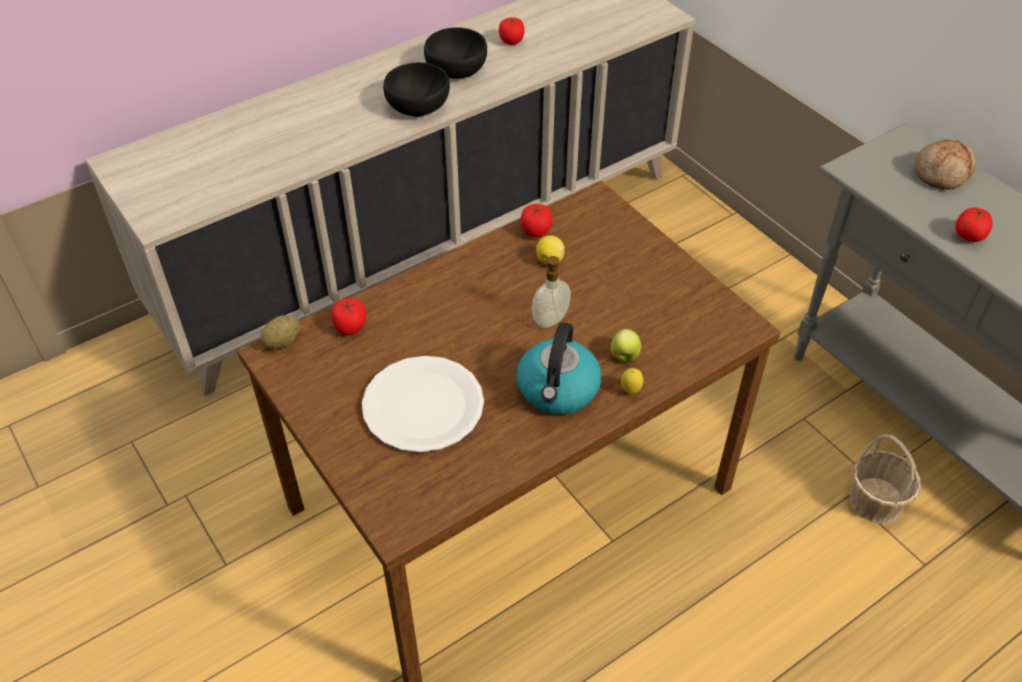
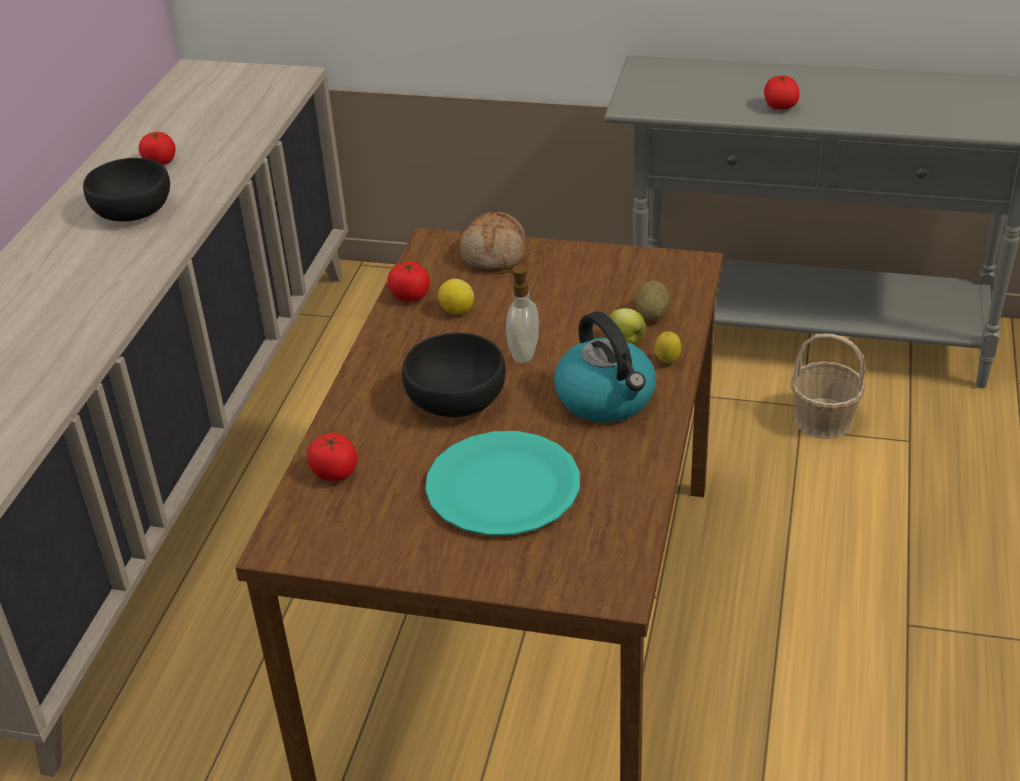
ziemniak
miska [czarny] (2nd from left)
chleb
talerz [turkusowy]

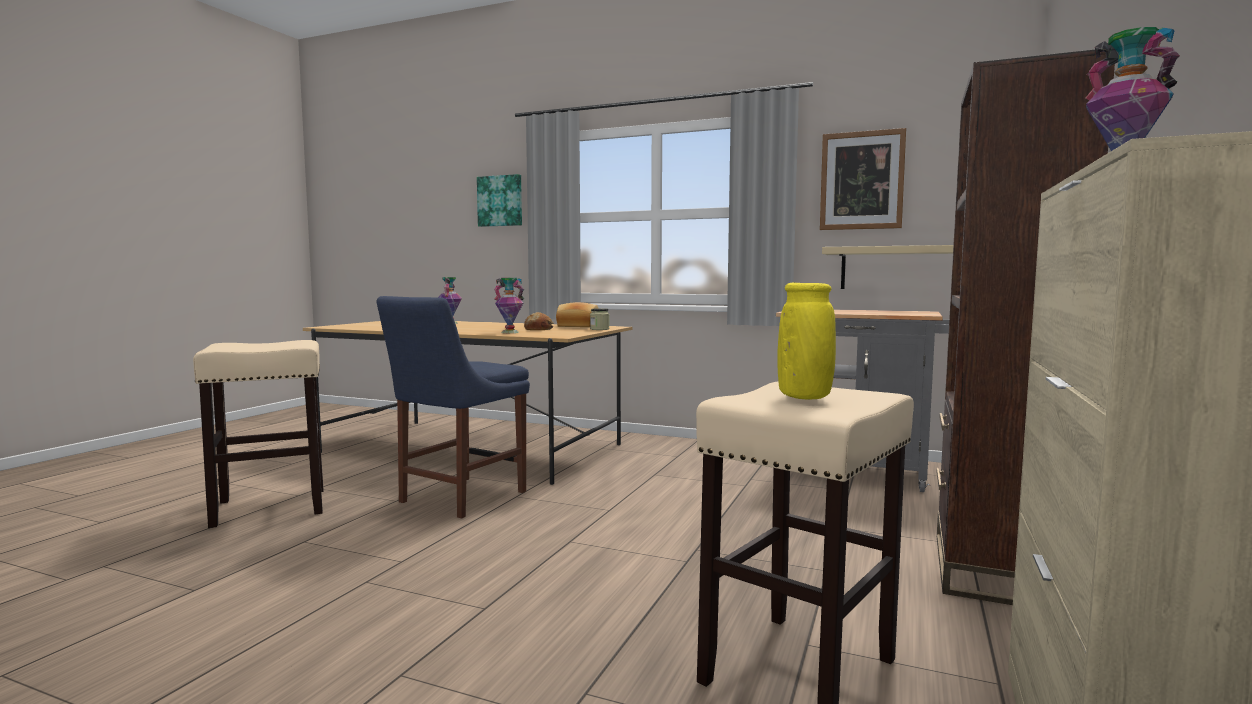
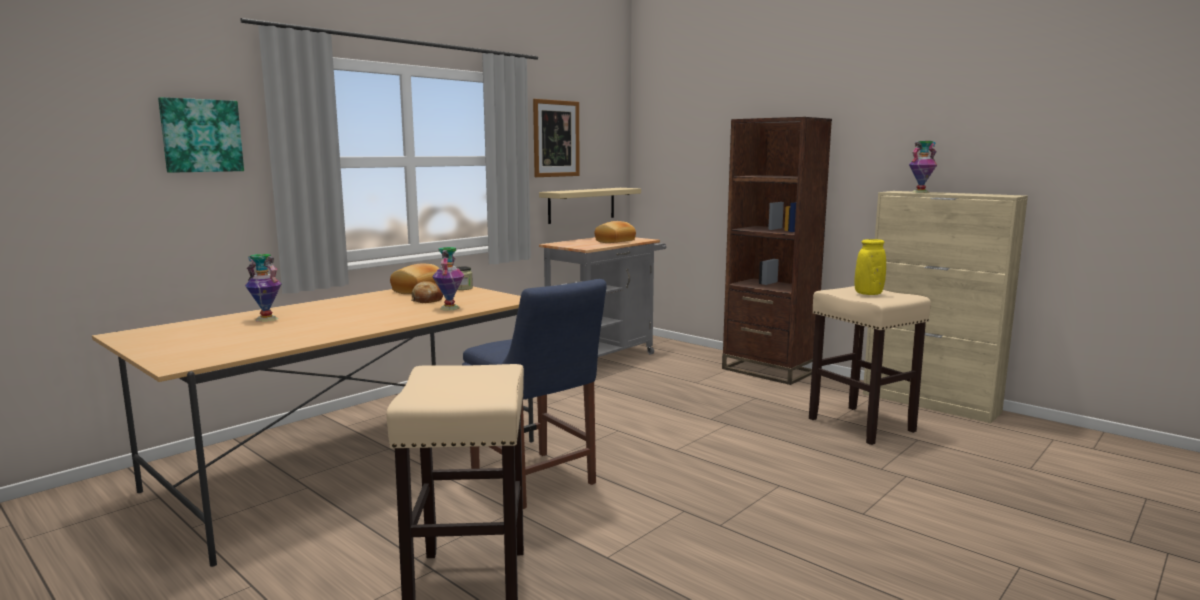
chleb (3rd from left)

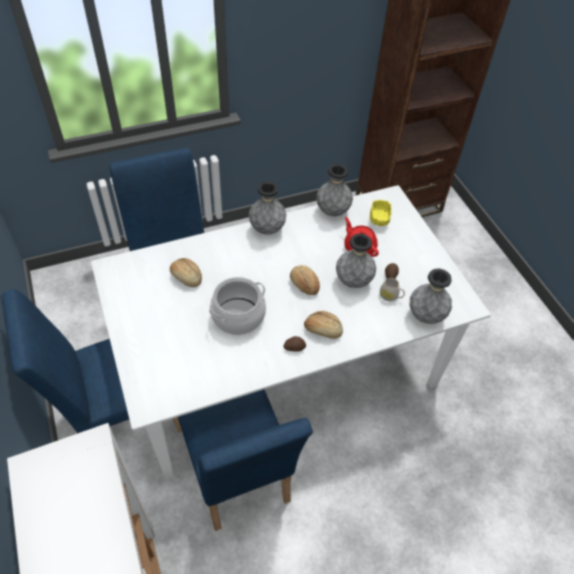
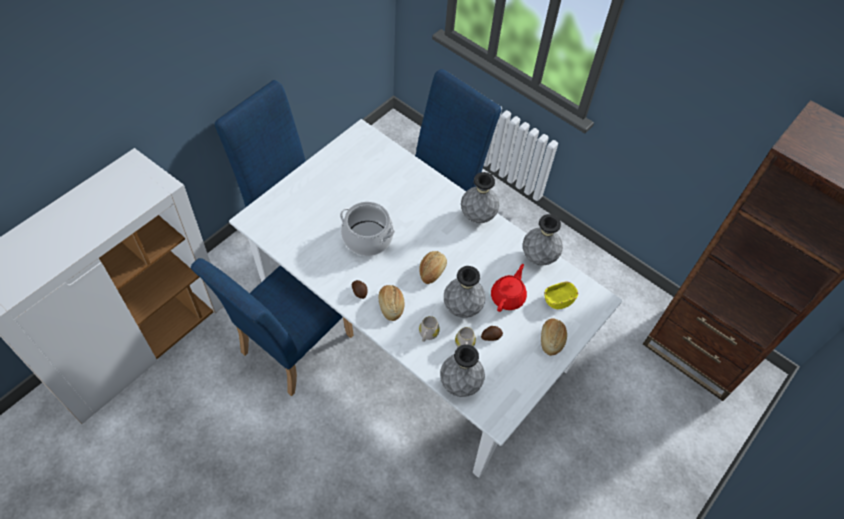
kubek [biały] (1st from left)
chleb (3rd from left)

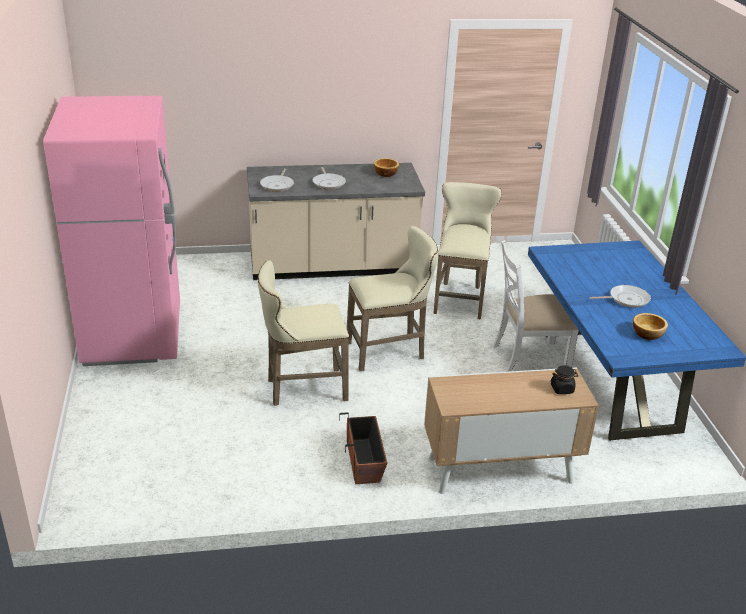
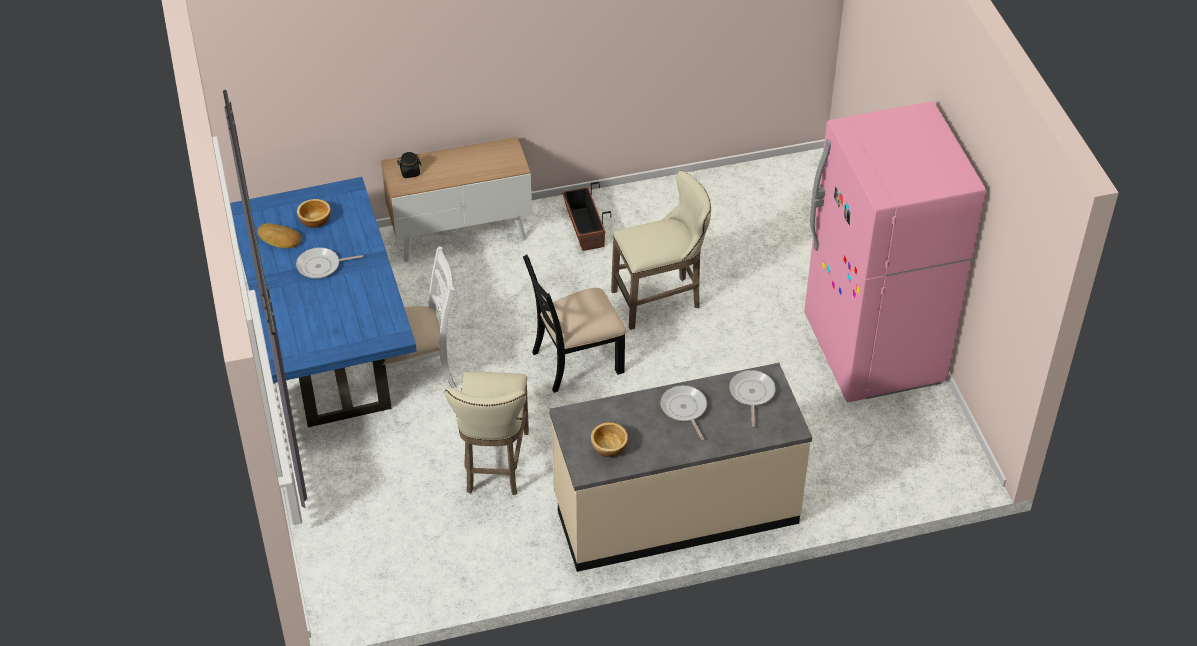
chleb
krzesło [czarny]

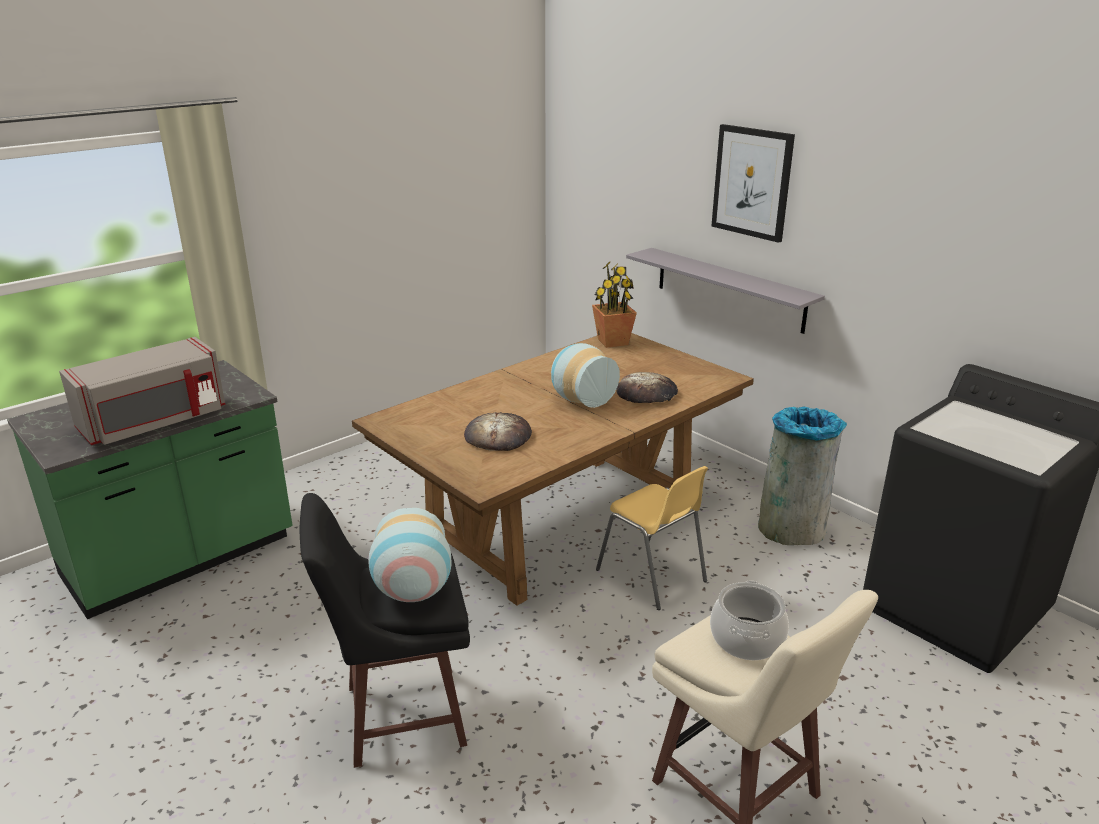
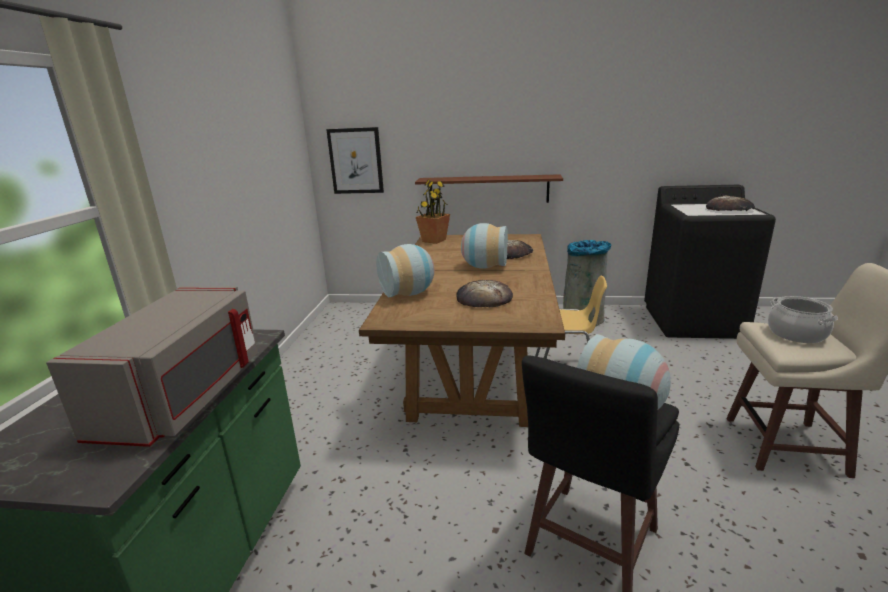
wazon (1st from left)
chleb (3rd from left)
obraz
półka [brązowy]

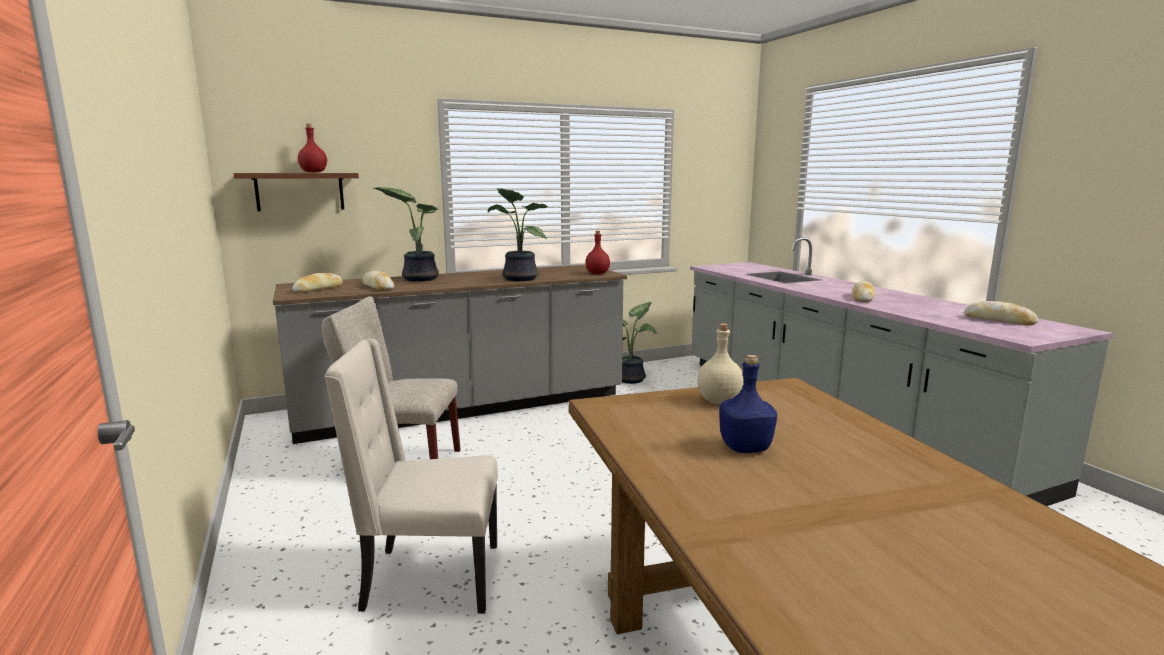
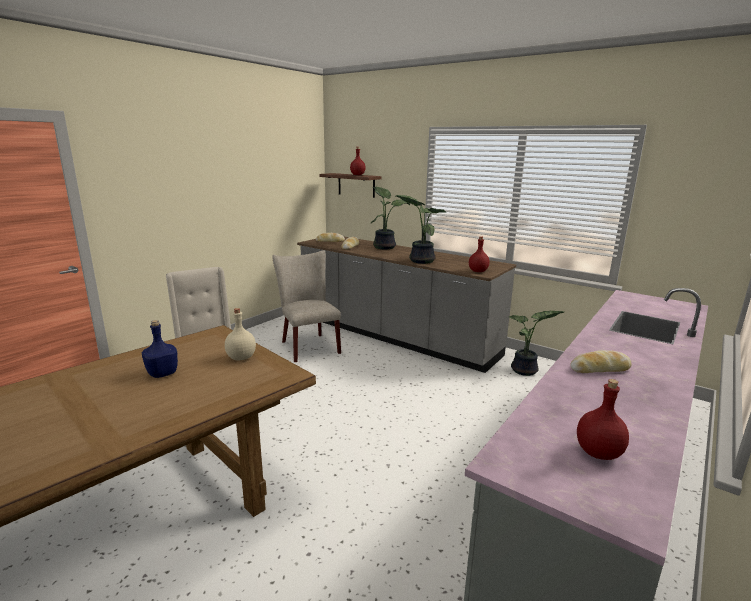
butelka [czerwony] (3rd from left)

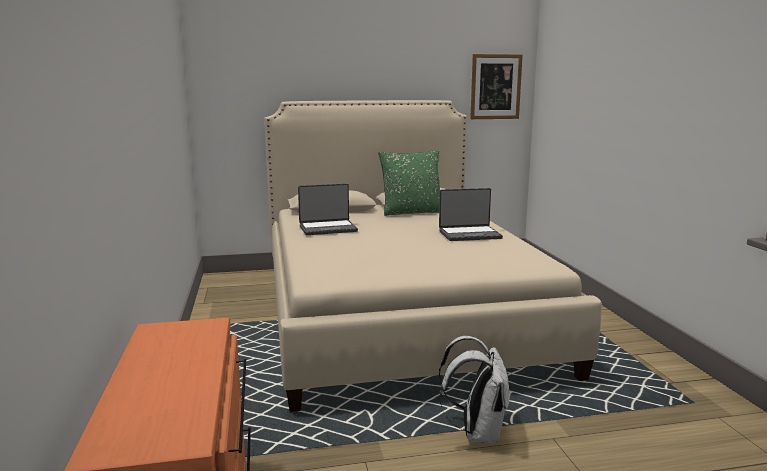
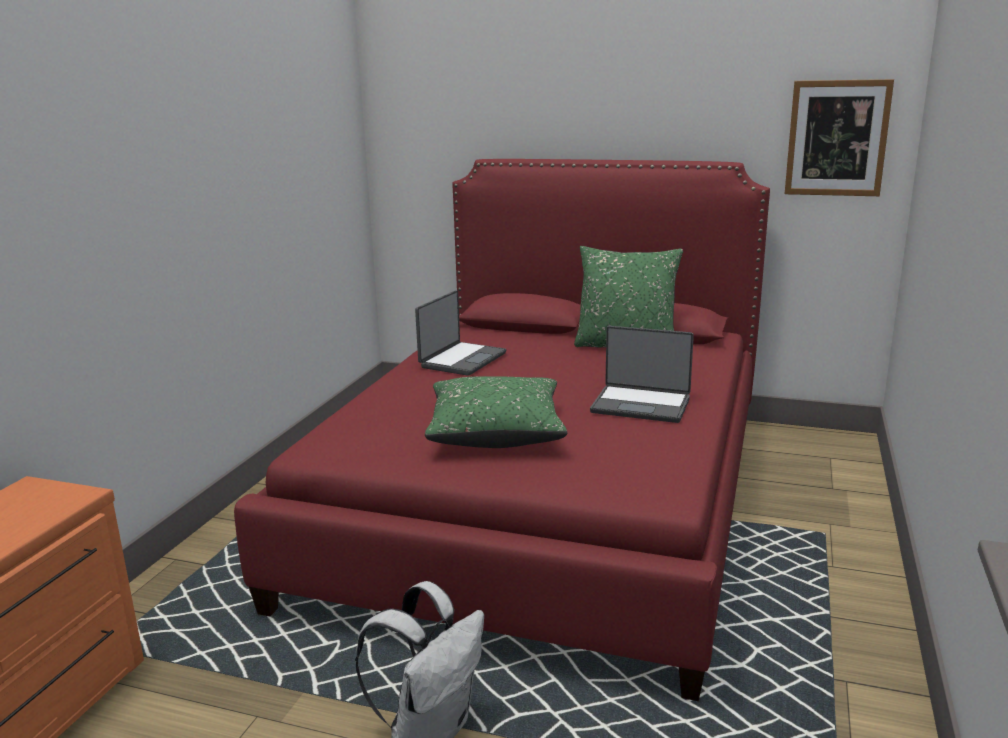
poduszka [zielony] (1st from left)
łóżko [czerwony]
laptop (1st from left)

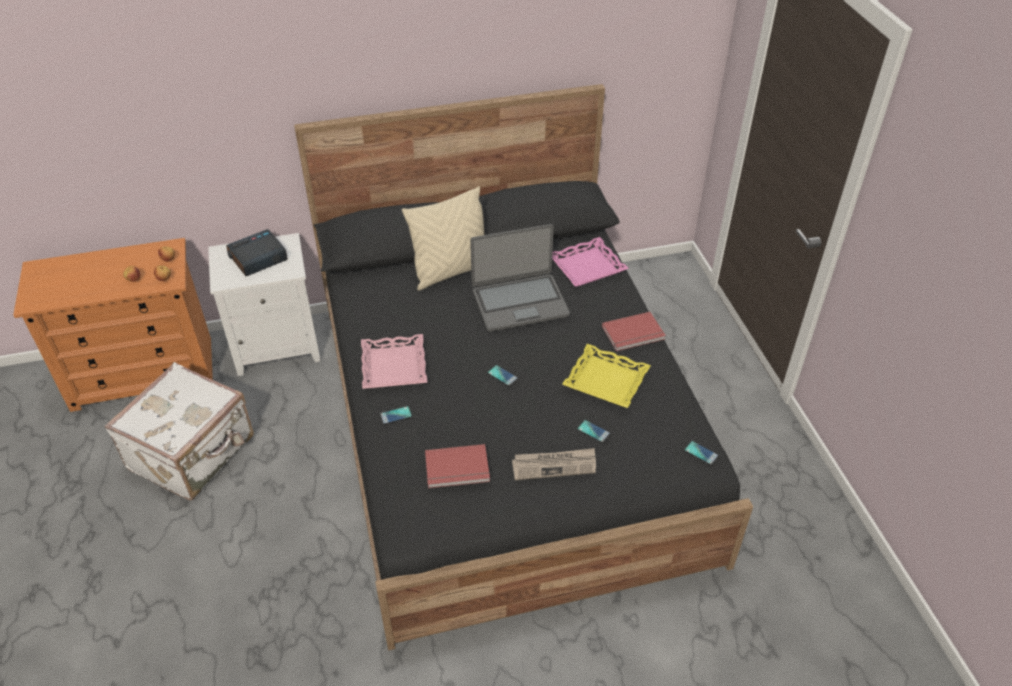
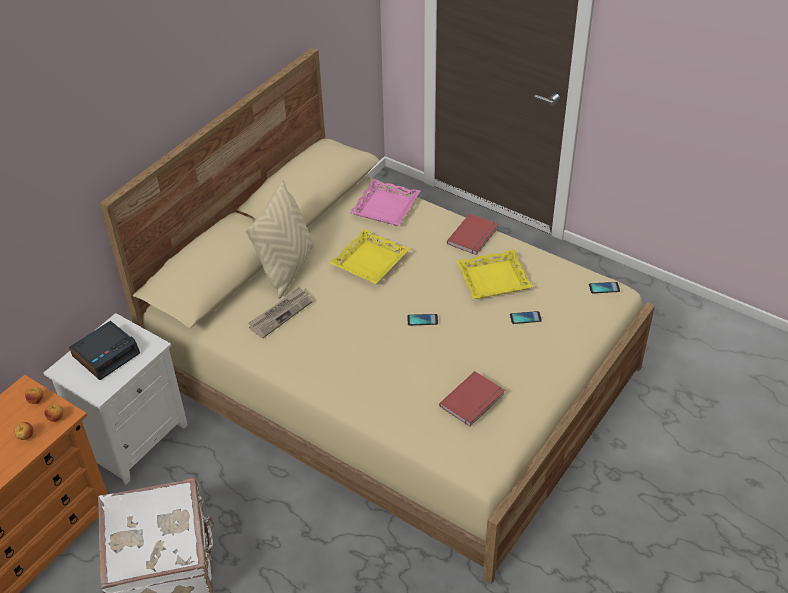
taca [różowy] (1st from left in the first image)
telefon (1st from left in the first image)
gazeta
taca [żółty] (1st from left)
łóżko [beżowy]
budzik

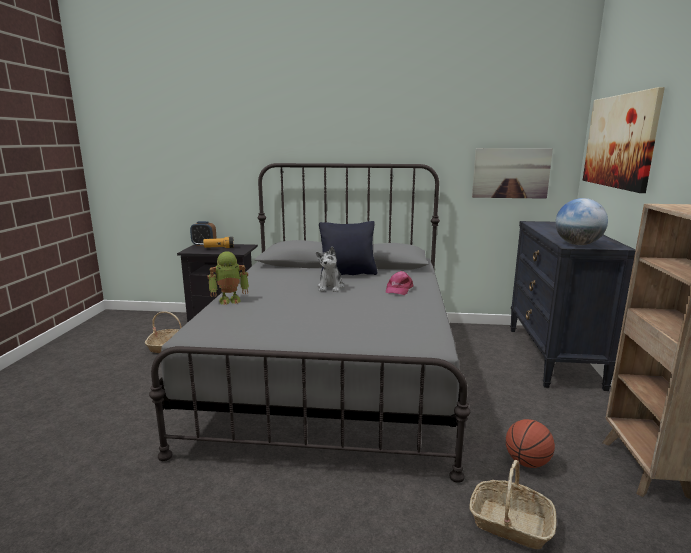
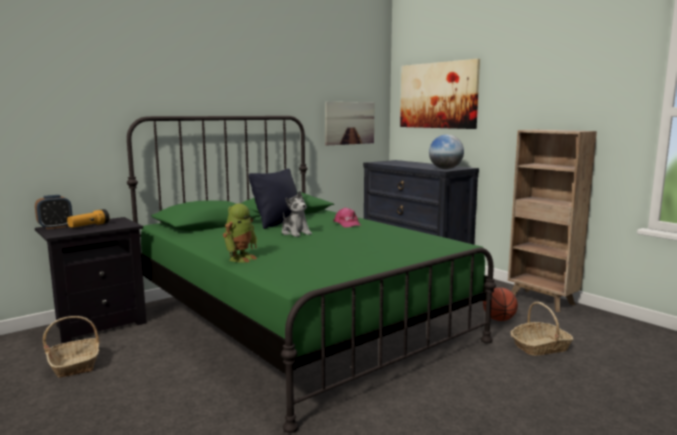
łóżko [zielony]

